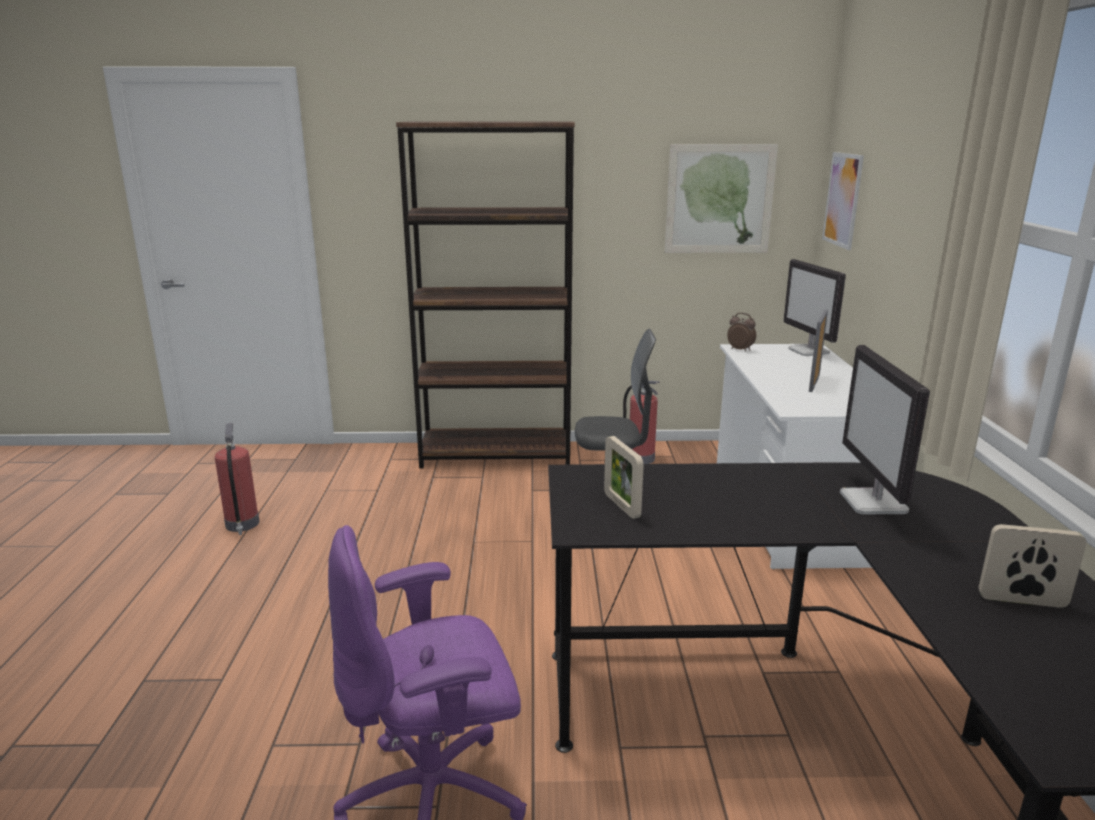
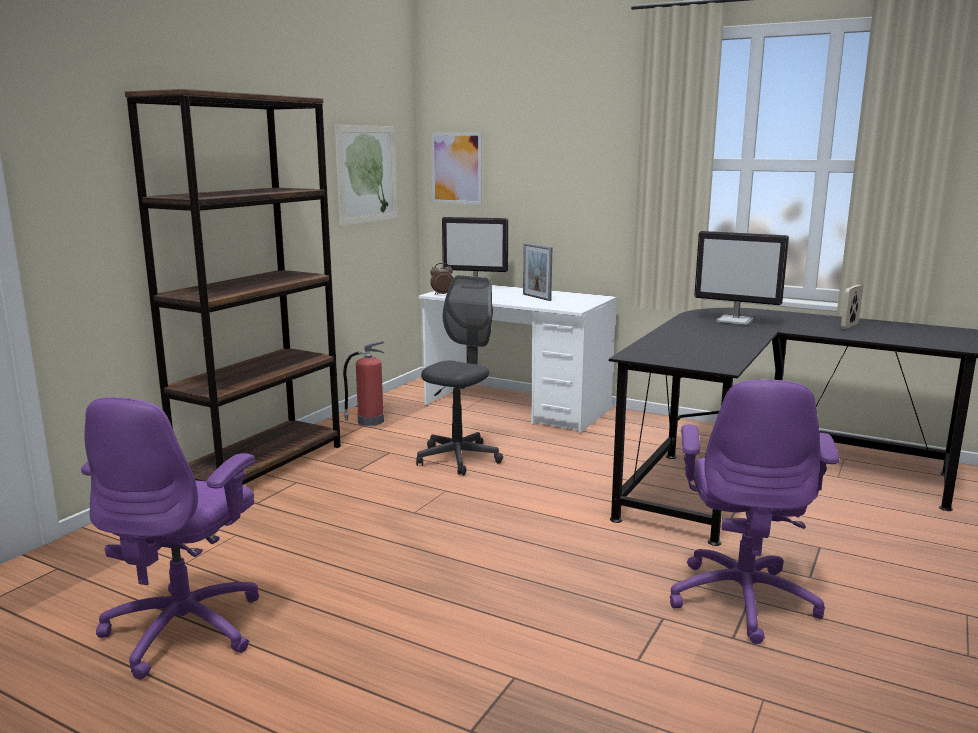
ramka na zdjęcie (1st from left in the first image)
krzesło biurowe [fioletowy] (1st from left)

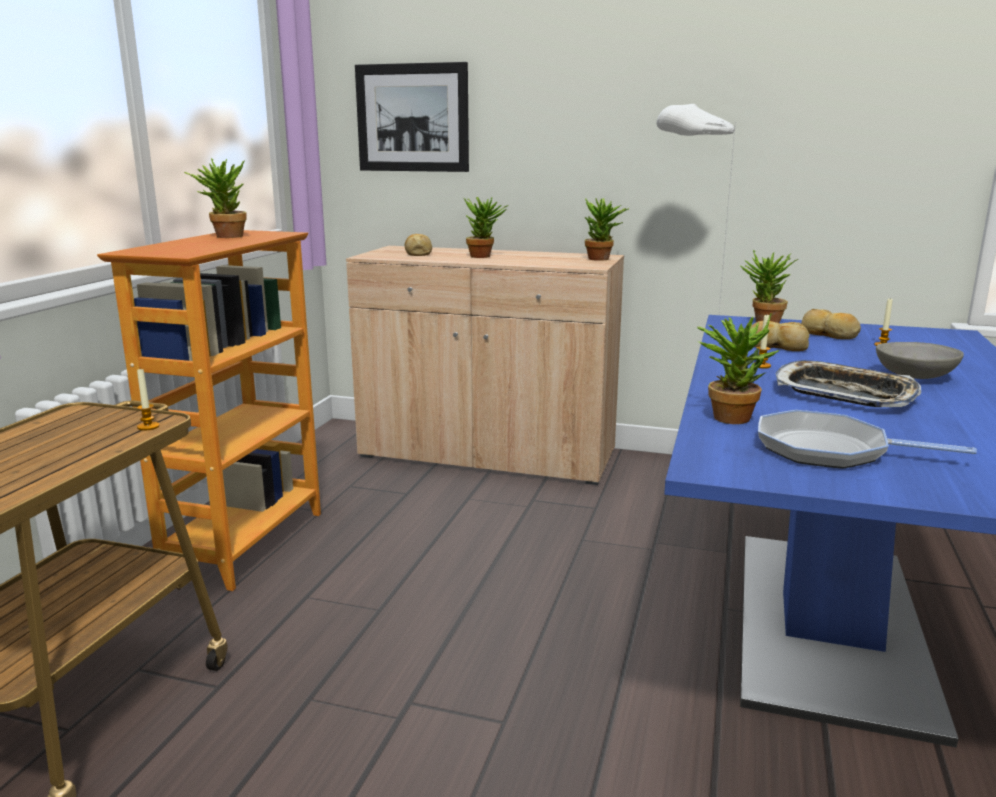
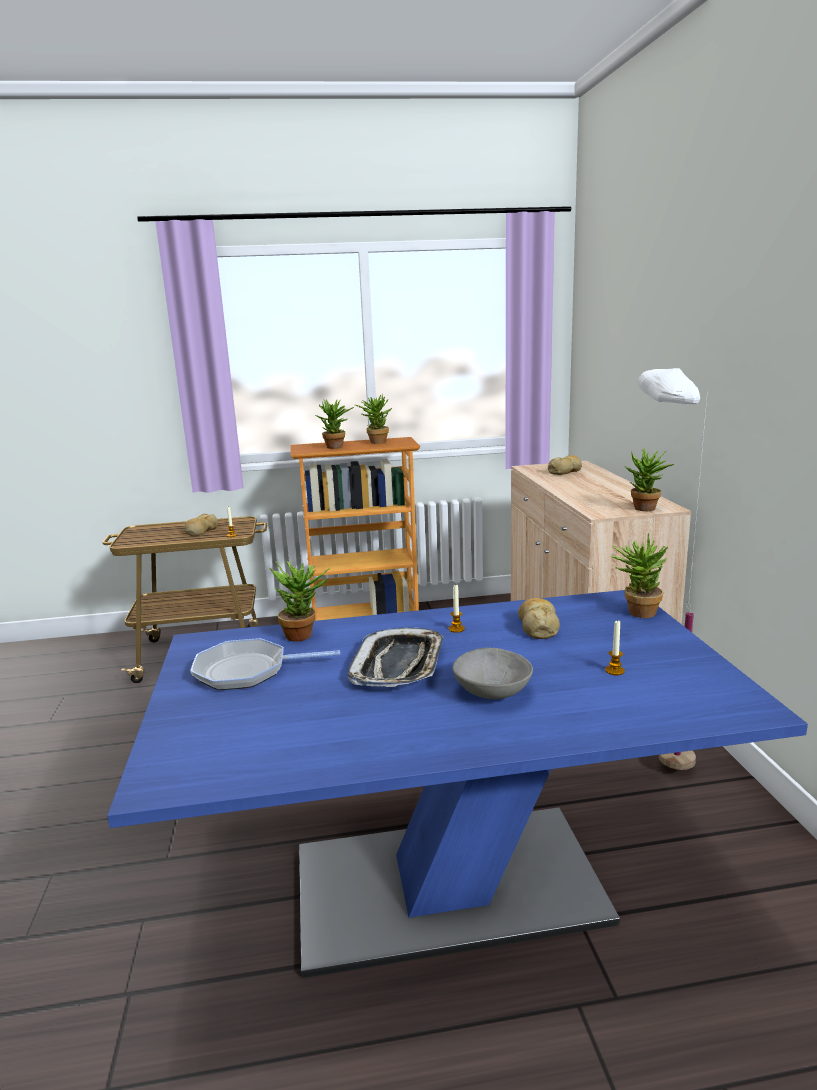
obraz
roślina doniczkowa (2nd from left)
chleb (1st from left)
patelnia

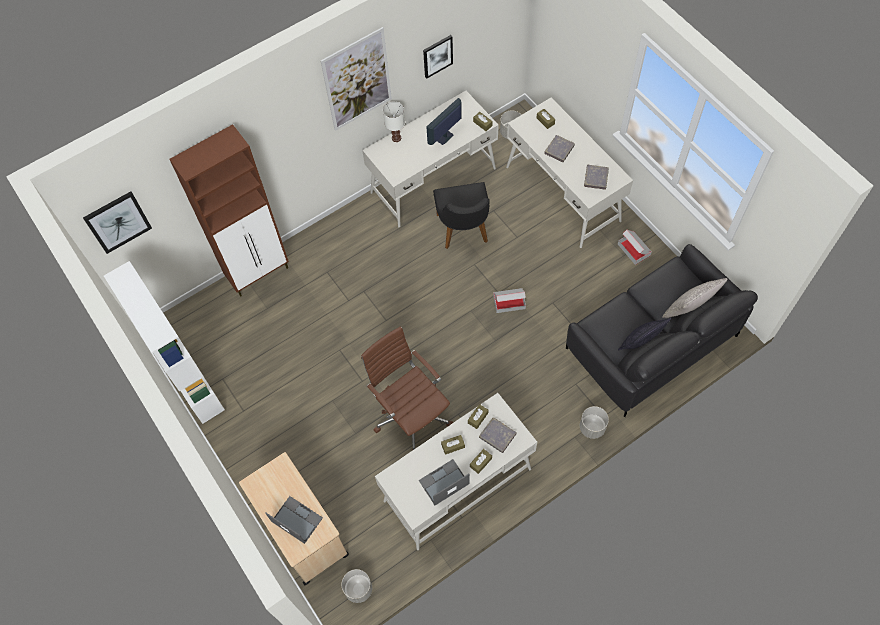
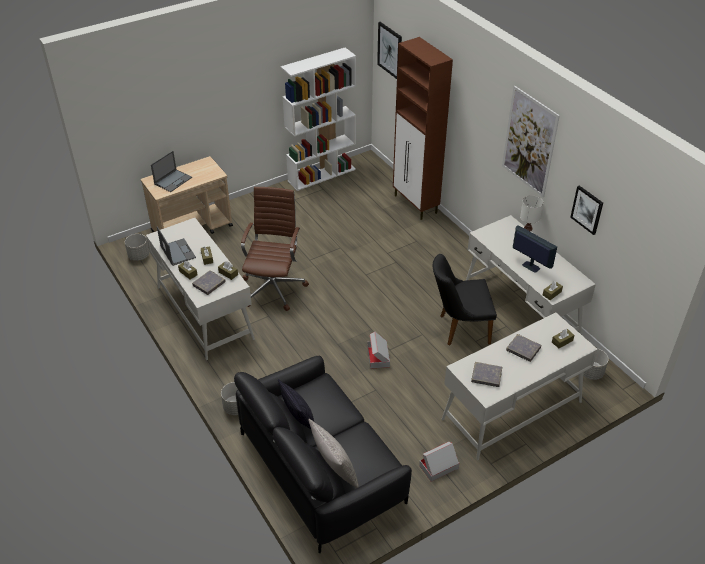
krzesło biurowe [brązowy]

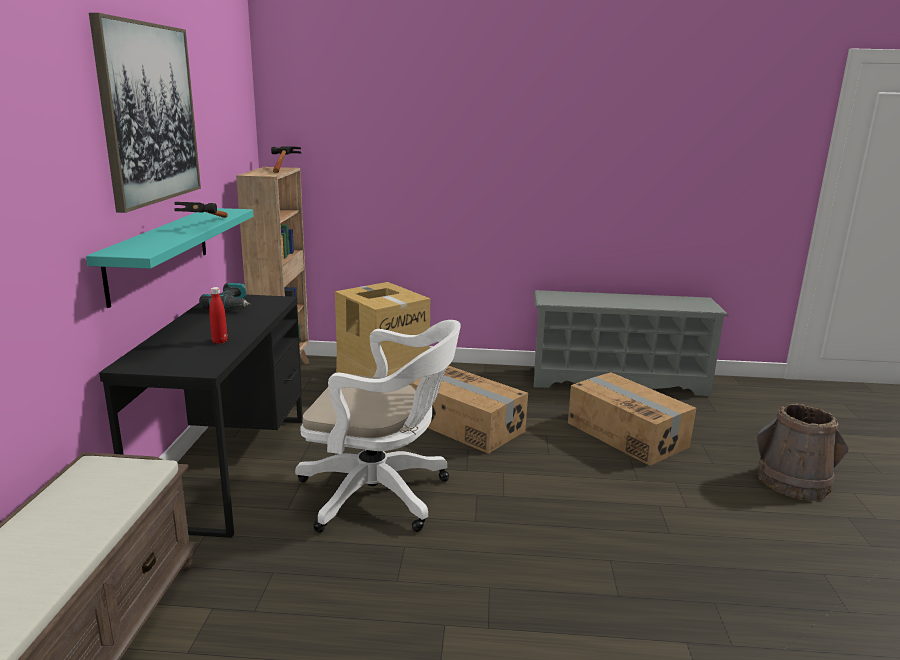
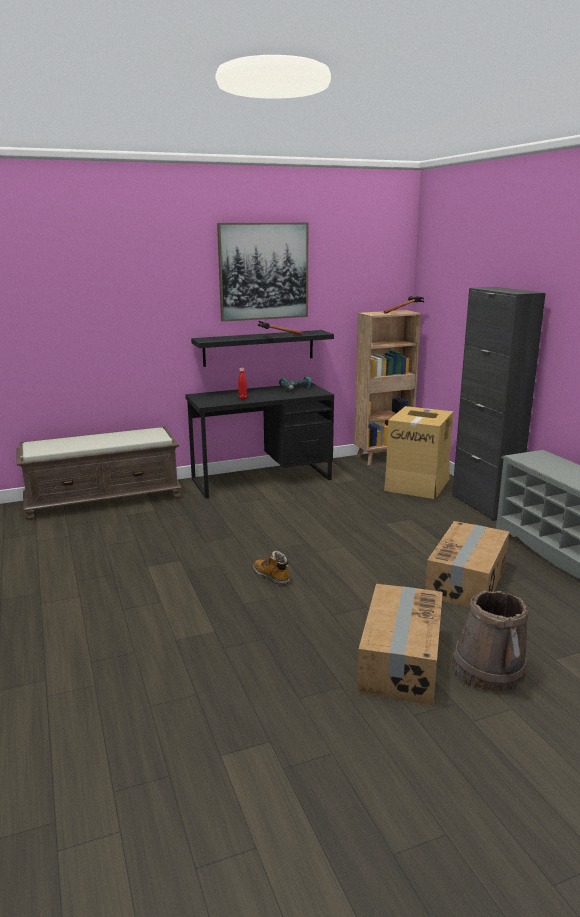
krzesło biurowe [biały]
but z cholewką
szafka [czarny]
karton (1st from left)
półka [czarny]

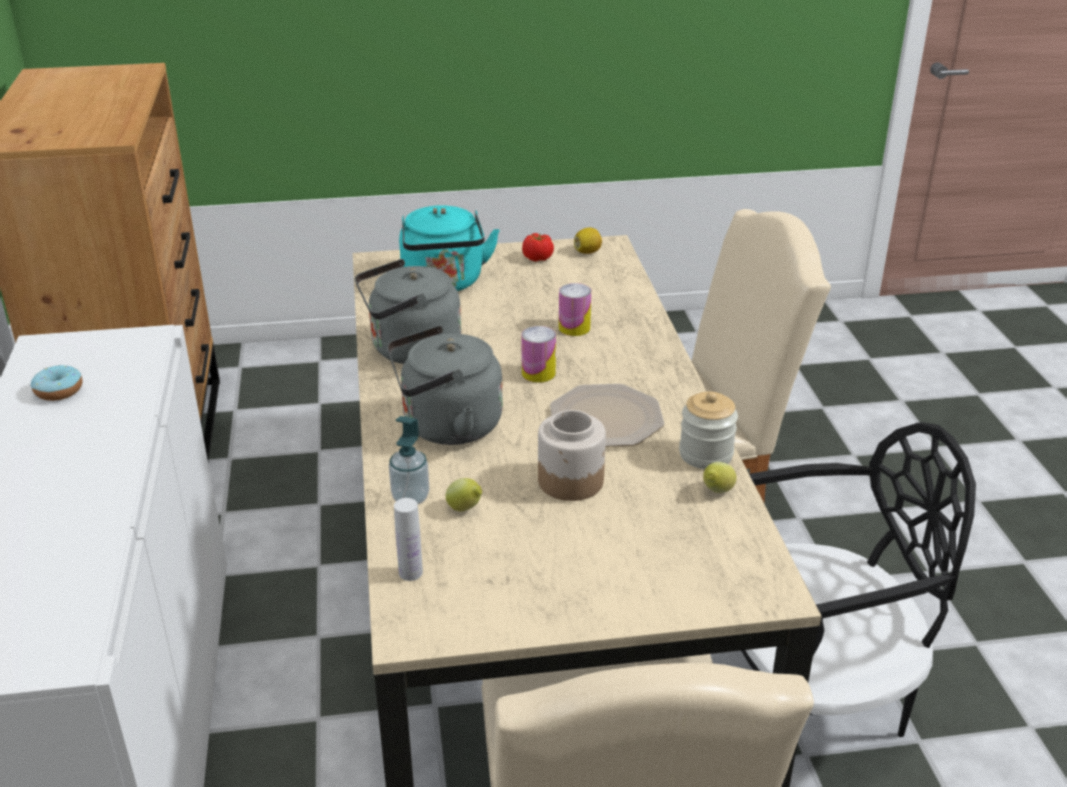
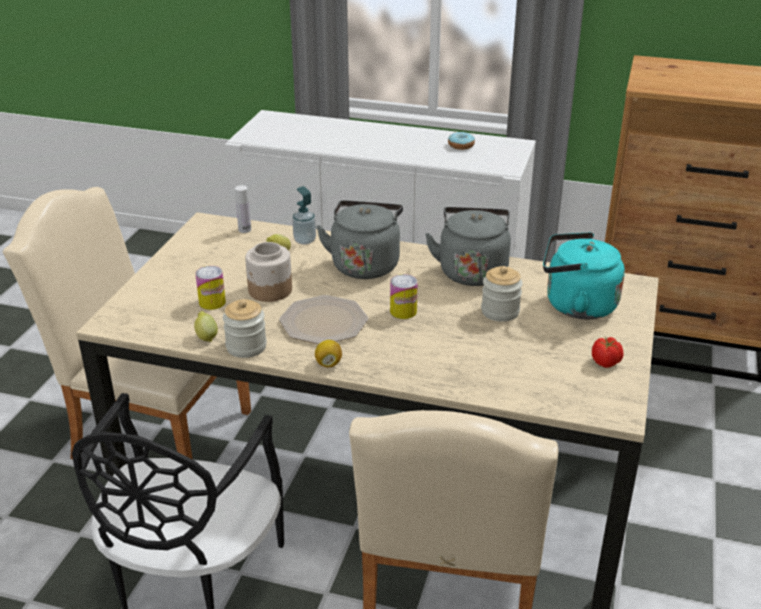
słoik (3rd from left)
puszka (1st from left)
cytryna (3rd from left)

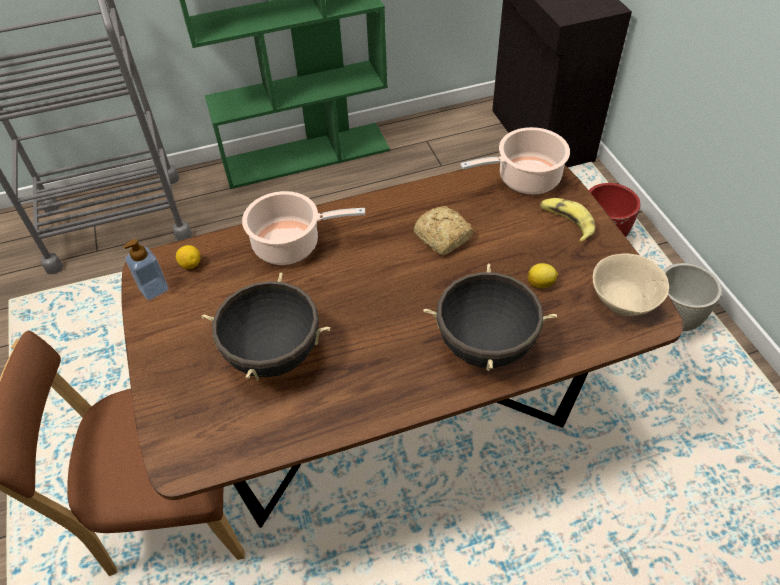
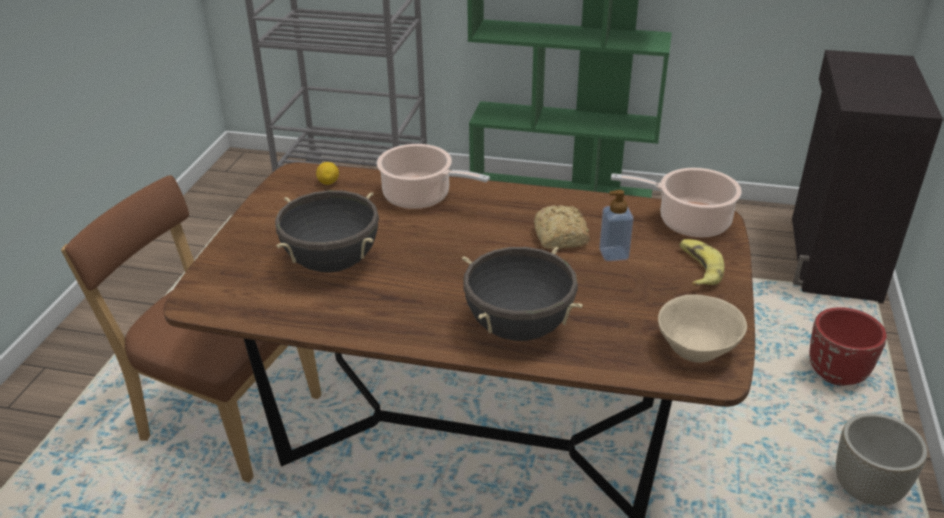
cytryna (2nd from left in the first image)
dozownik mydła

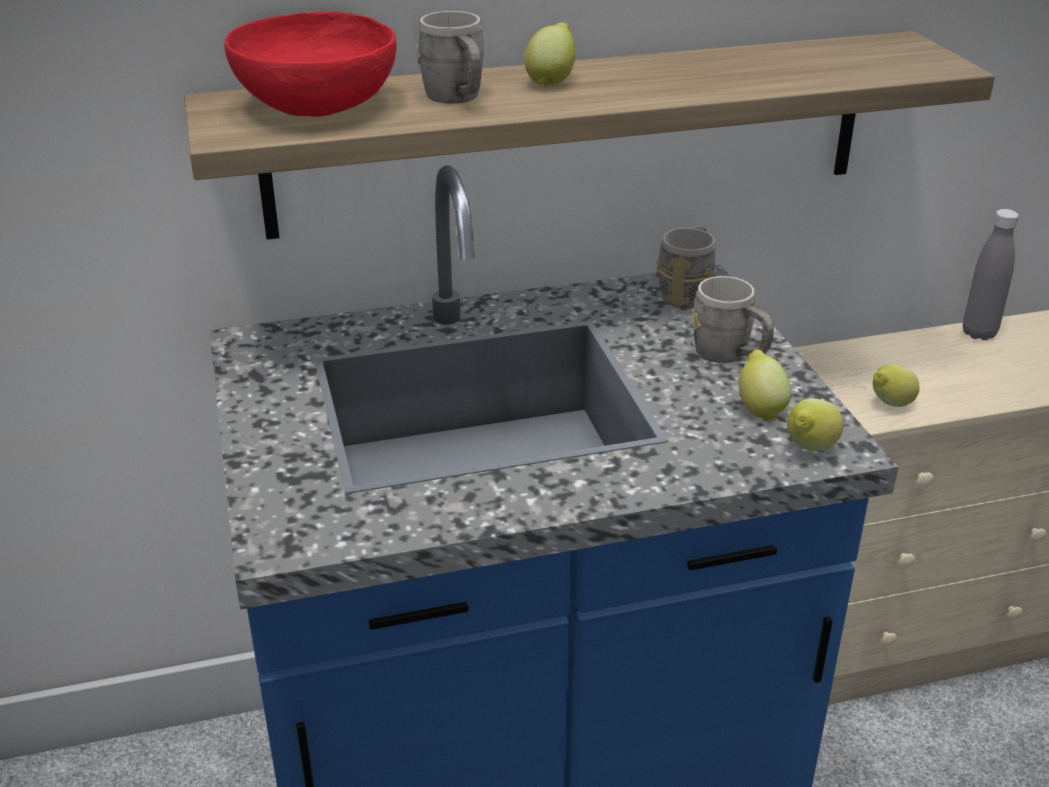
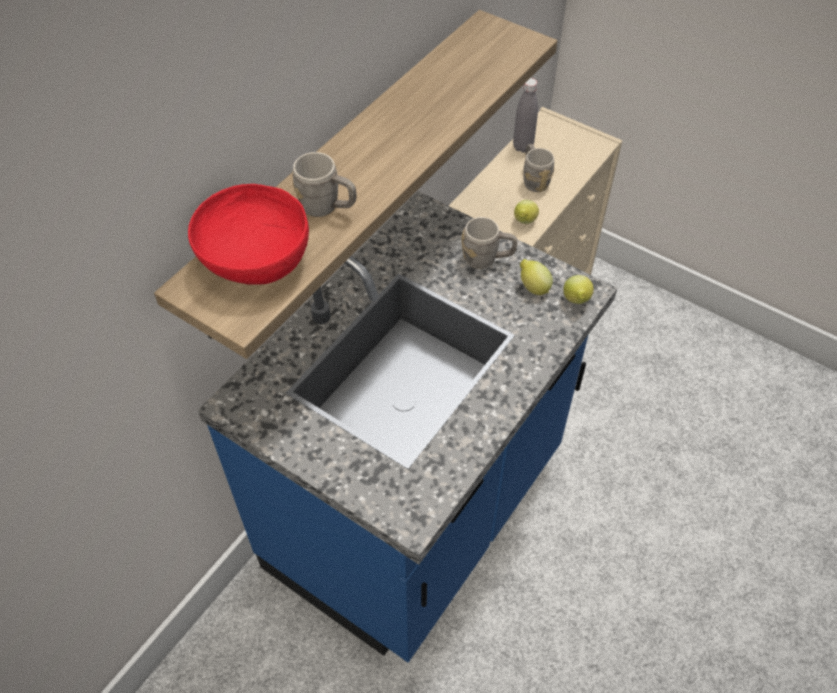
cytryna (1st from left in the first image)
kubek [szary] (3rd from left)

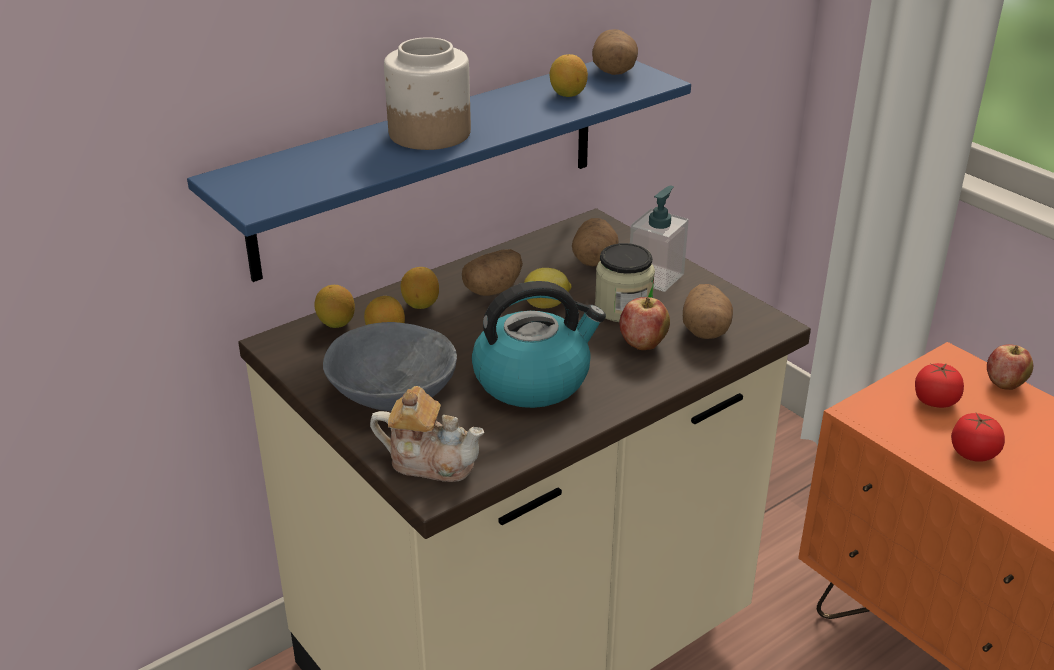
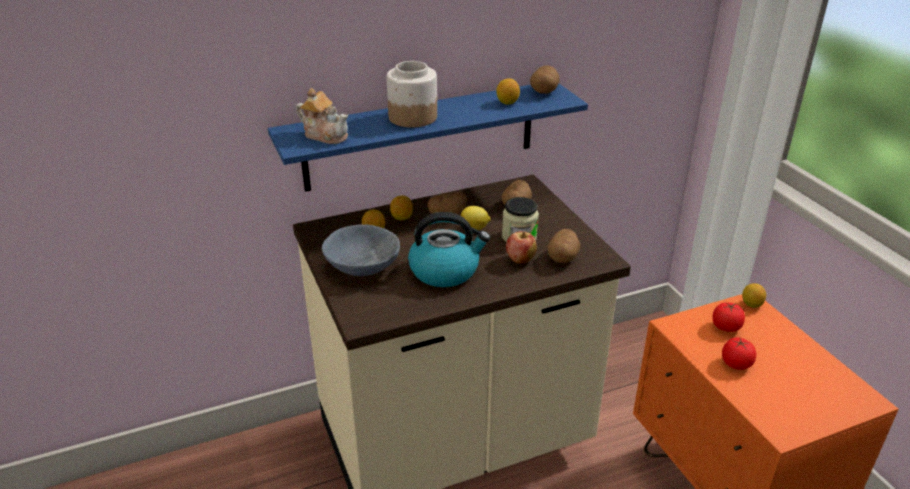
dozownik mydła
jabłko (2nd from left in the first image)
cytryna (5th from left)
imbryk

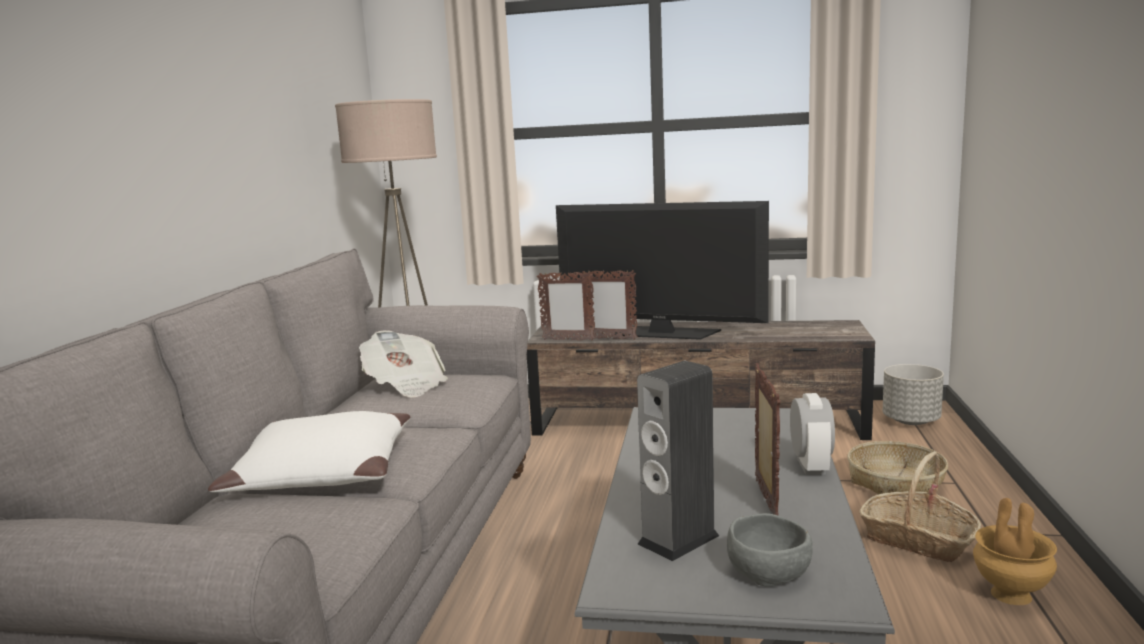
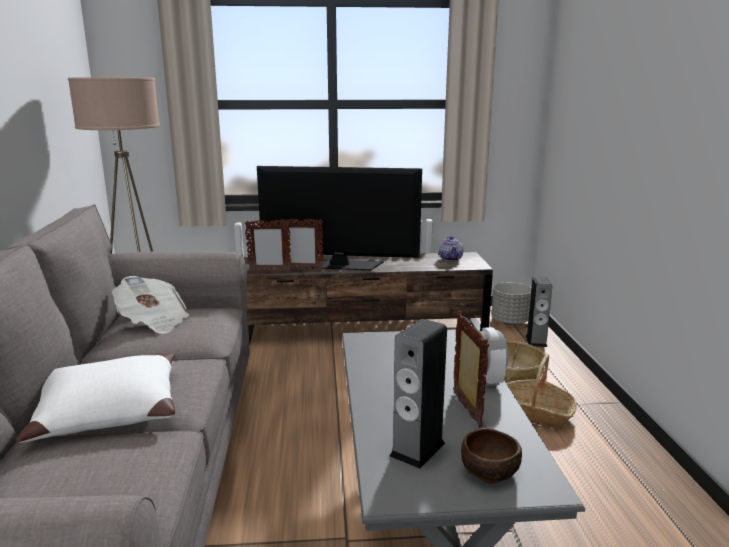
wazon [brązowy]
imbryk
głośnik (2nd from left)
miska [brązowy]

